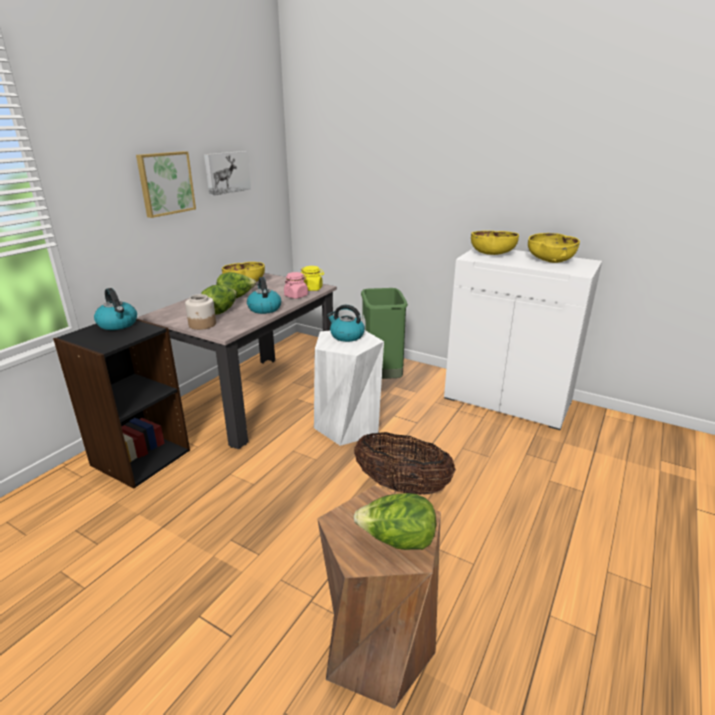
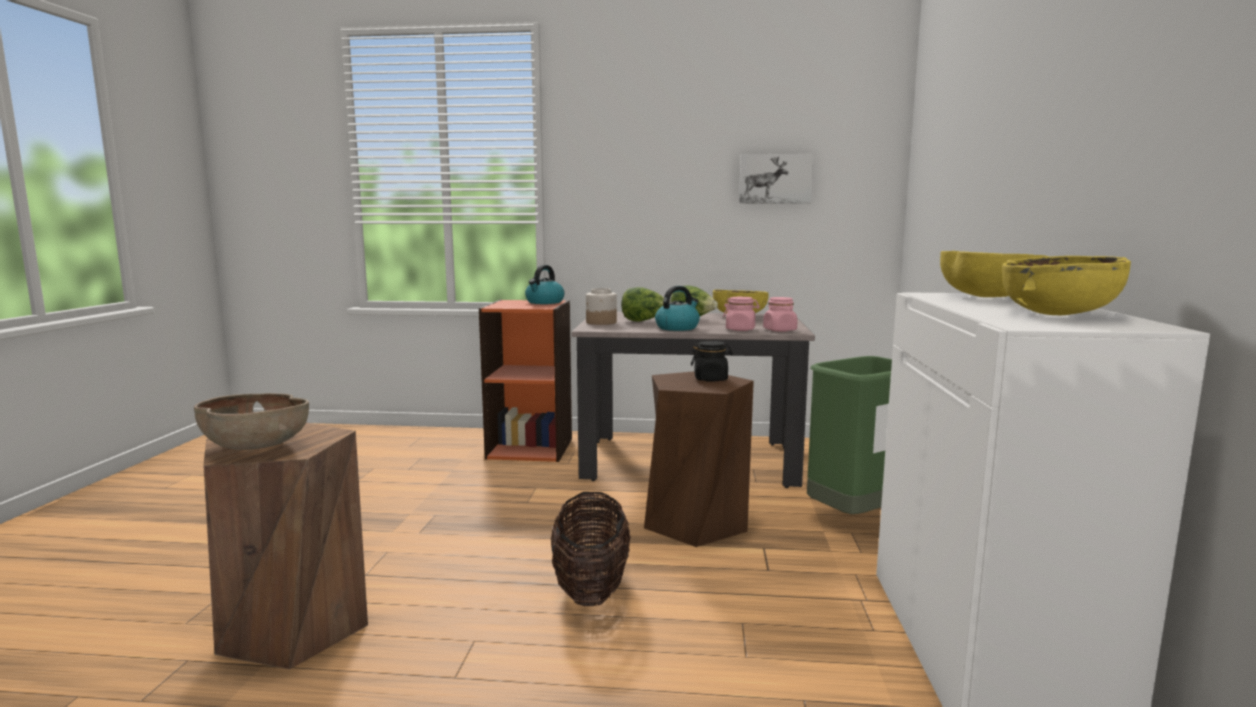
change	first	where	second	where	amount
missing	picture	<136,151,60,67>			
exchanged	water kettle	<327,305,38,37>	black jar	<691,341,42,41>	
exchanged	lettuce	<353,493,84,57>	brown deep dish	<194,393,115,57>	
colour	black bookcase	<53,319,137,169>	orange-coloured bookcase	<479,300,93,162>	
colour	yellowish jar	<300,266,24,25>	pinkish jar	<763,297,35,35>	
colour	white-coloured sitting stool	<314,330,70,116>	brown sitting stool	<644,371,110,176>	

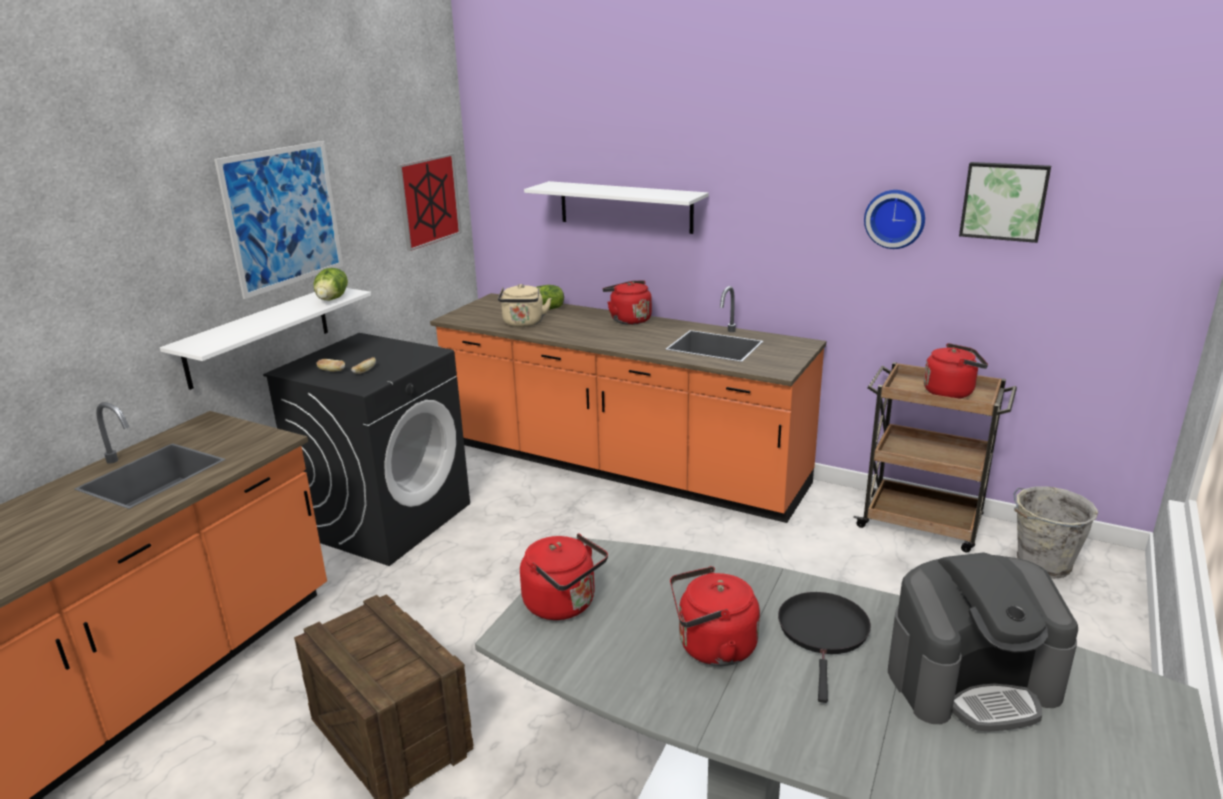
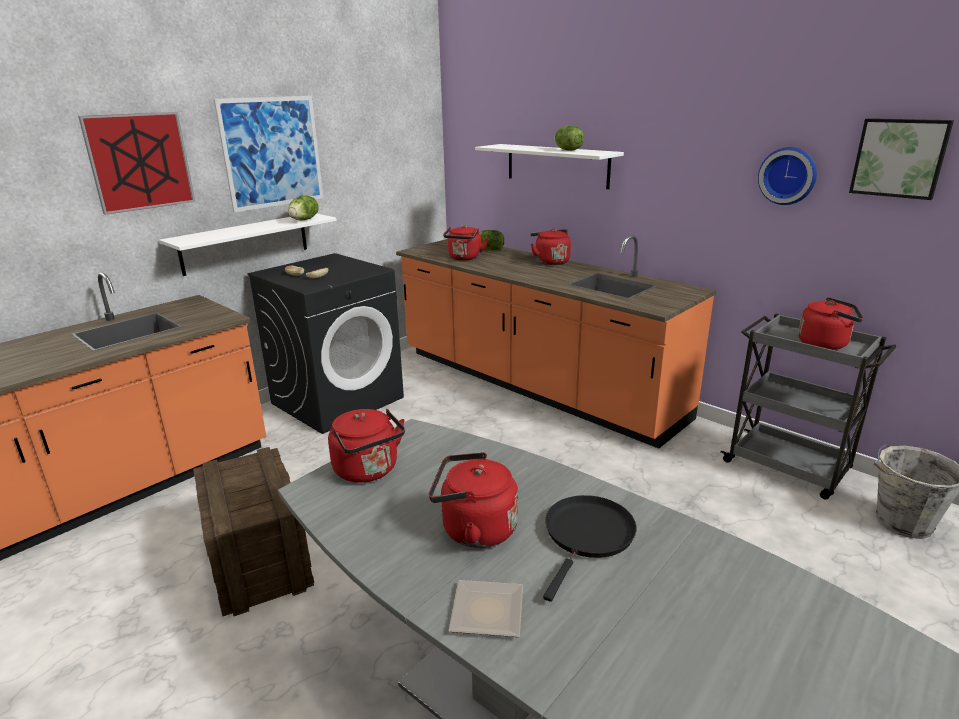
change	first	where	second	where	amount
missing	coffee machine	<888,552,190,179>			
appeared			dinner plate	<449,580,74,57>	
appeared			lettuce	<554,125,30,26>	
relocated	picture	<397,153,65,98>		<78,112,117,103>	
colour	beige water kettle	<498,284,53,43>	red water kettle	<443,225,45,36>	
colour	brown wheeled cart	<853,362,164,190>	grey wheeled cart	<720,314,176,185>	

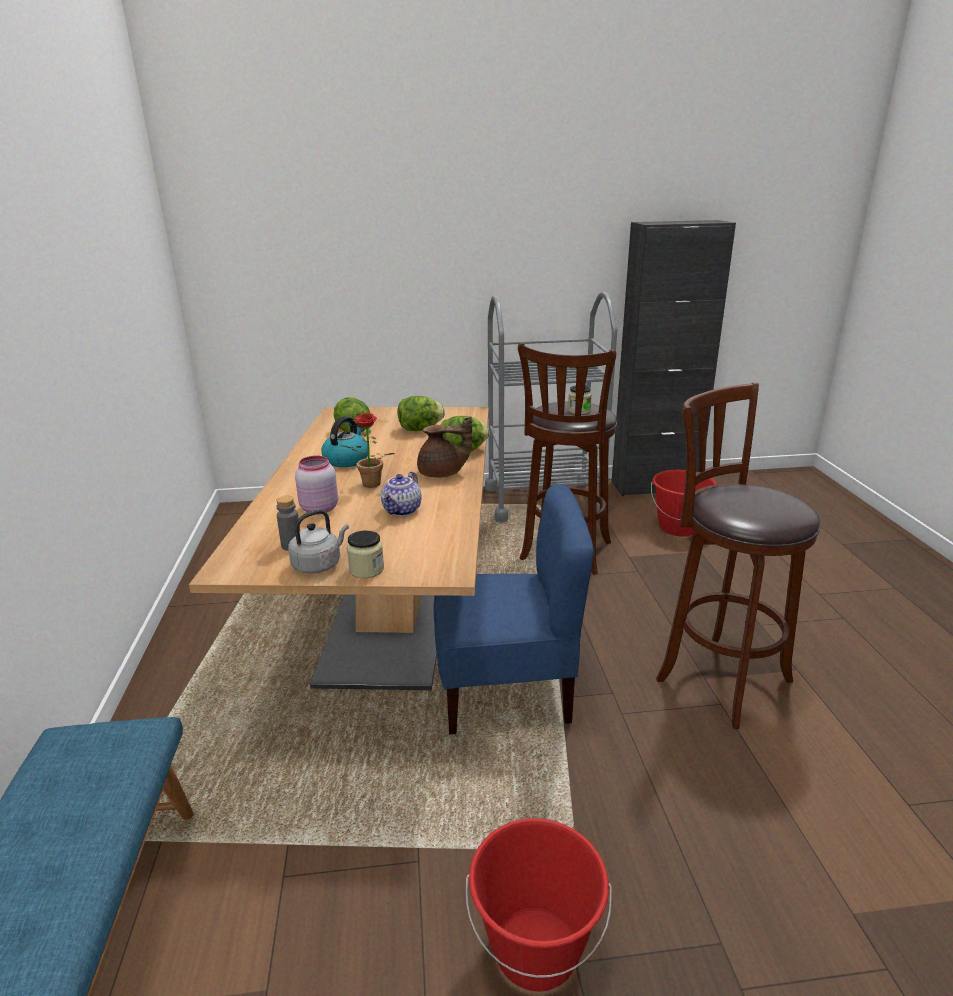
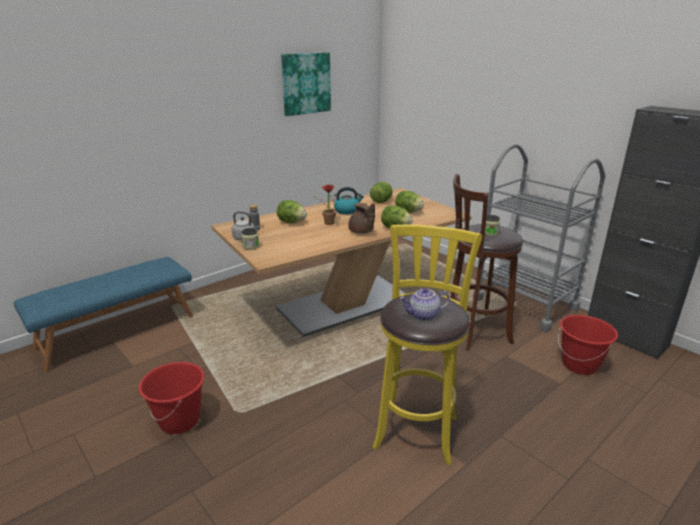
change	first	where	second	where	amount
missing	blue-coloured plain chair	<433,484,161,250>			
appeared			picture	<281,52,50,64>	
relocated	pot for tea	<381,471,40,45>		<400,288,50,33>	
exchanged	pinkish jar	<295,456,43,59>	lettuce	<277,200,30,23>	
colour	brown sitting stool	<656,383,165,346>	yellowish sitting stool	<373,225,109,240>	

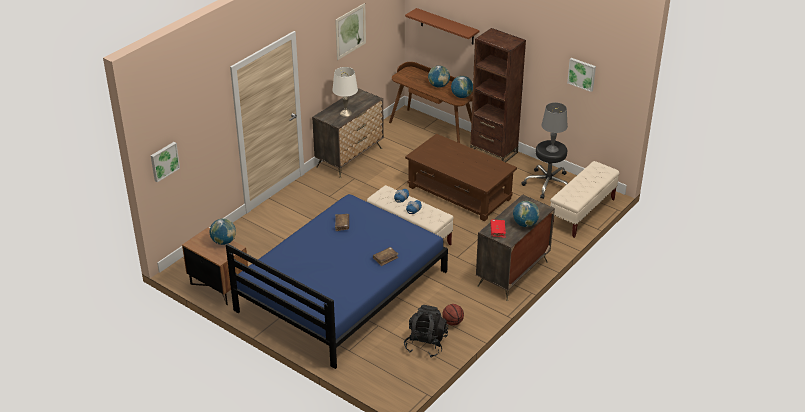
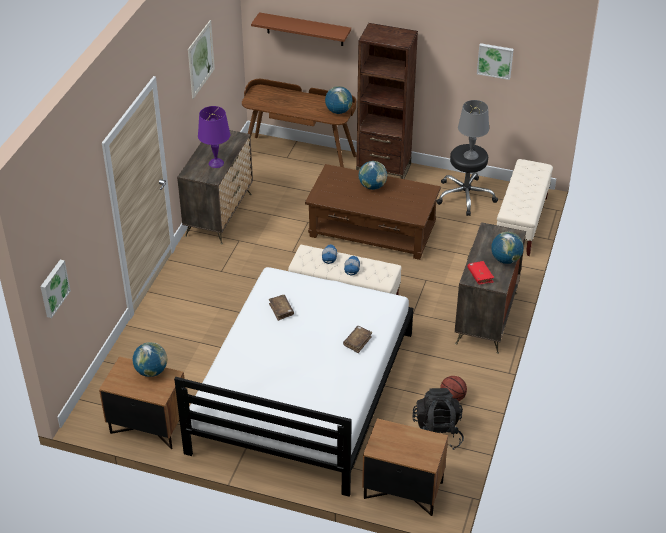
change	first	where	second	where	amount
appeared			brown nightstand	<362,418,86,98>	
relocated	desk globe	<428,65,22,23>		<359,161,28,29>	
colour	blue-coloured sleeping bed	<226,194,222,175>	white-coloured sleeping bed	<174,267,239,230>	
colour	white-coloured tabletop lamp	<332,67,26,50>	purplish tabletop lamp	<198,106,32,62>	

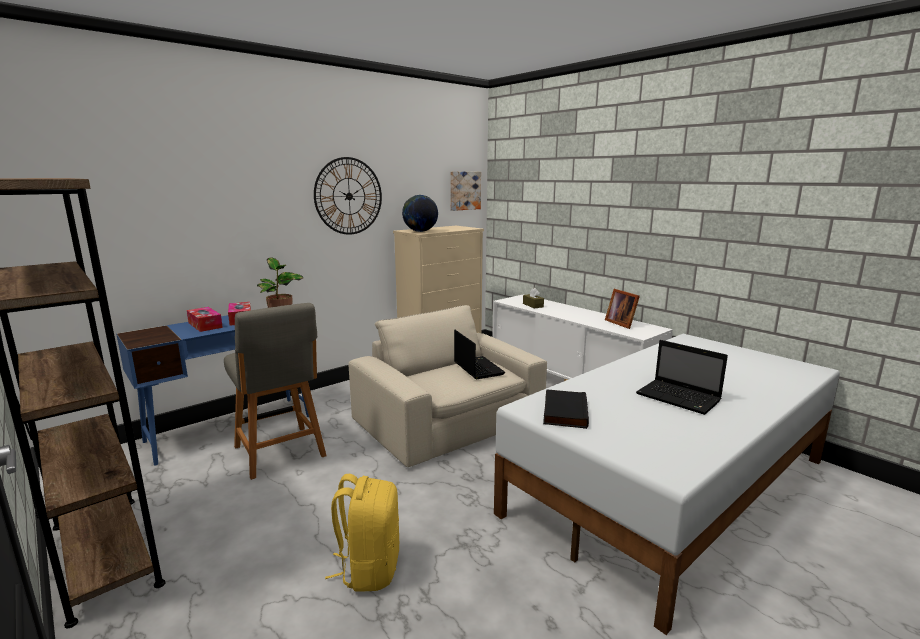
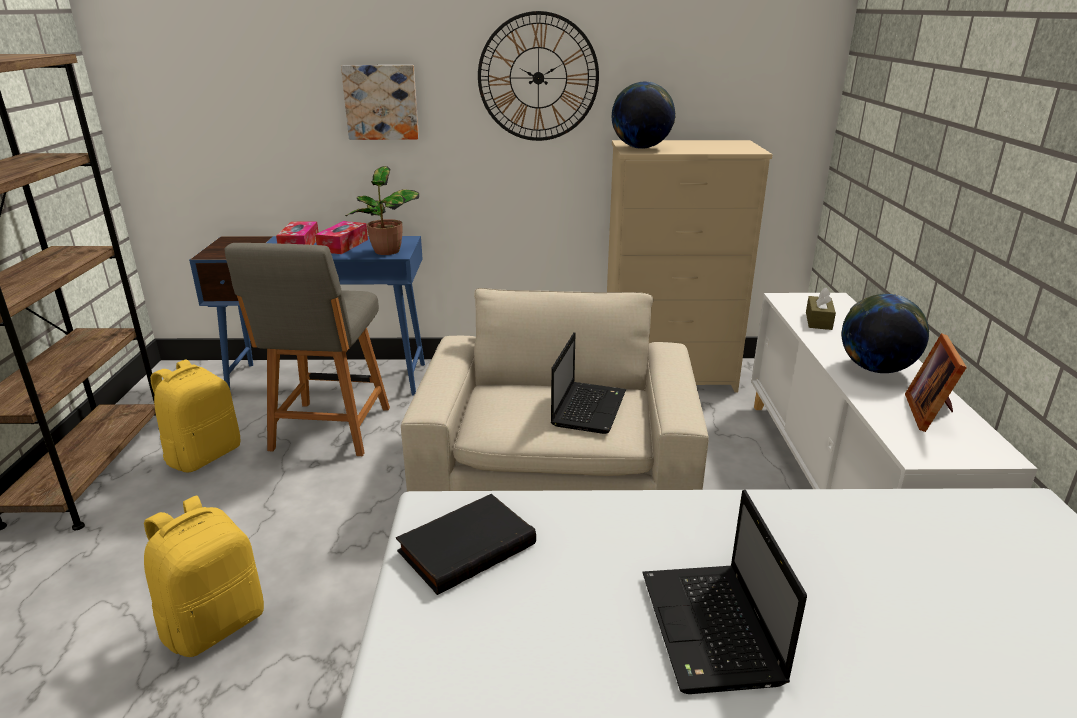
change	first	where	second	where	amount
appeared			yellowish backpack	<150,360,90,112>	
appeared			desk globe	<842,294,87,79>	
relocated	picture	<450,171,31,40>		<341,65,78,75>	

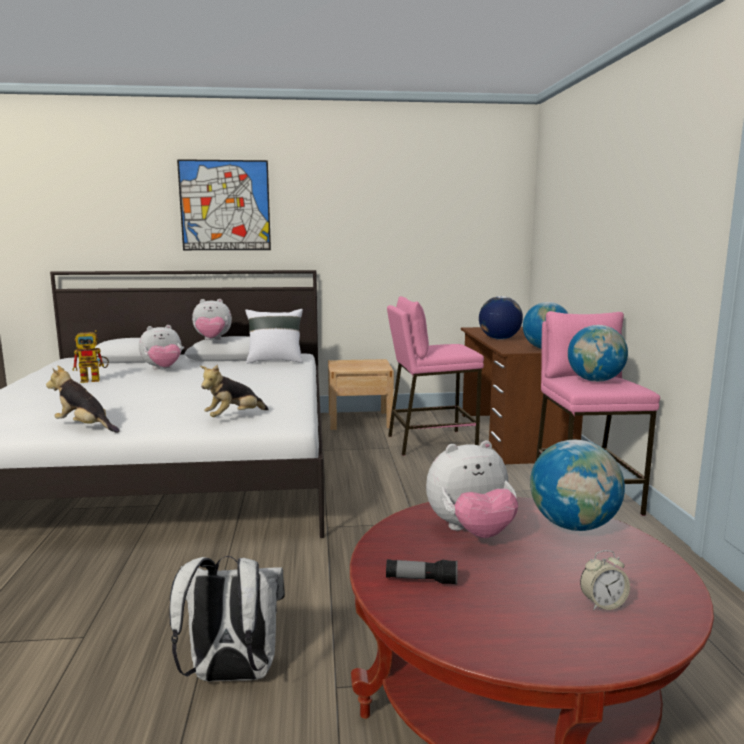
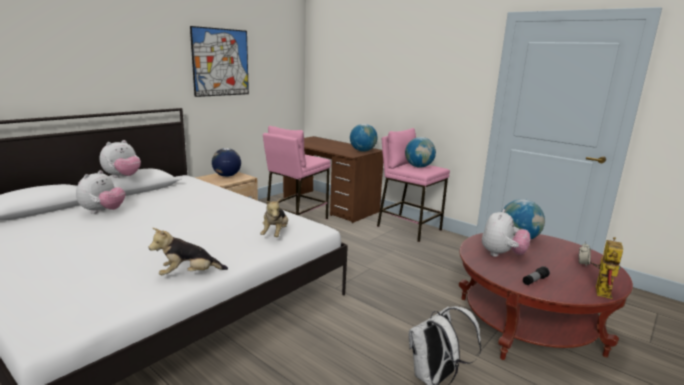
change	first	where	second	where	amount
missing	white-coloured throw pillow	<245,309,58,55>			
relocated	toy robot	<72,330,37,53>		<590,237,33,62>	
relocated	picture	<177,159,94,91>		<190,26,59,71>	
relocated	desk globe	<479,296,44,44>		<212,148,29,29>	

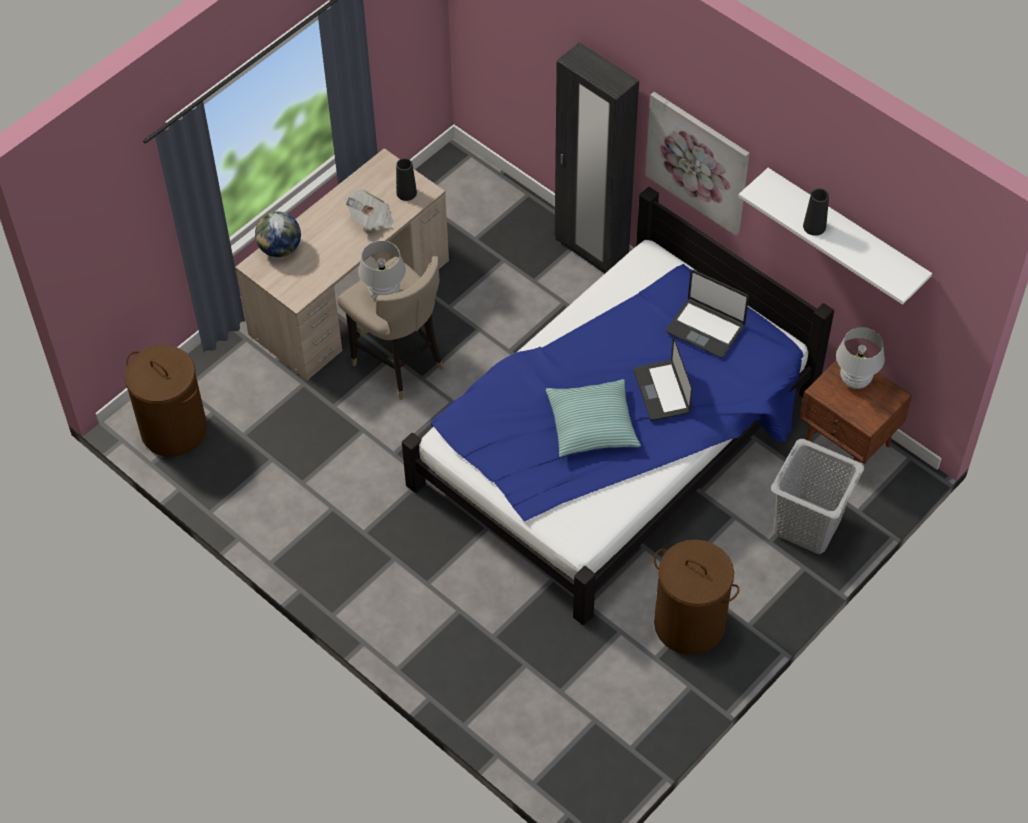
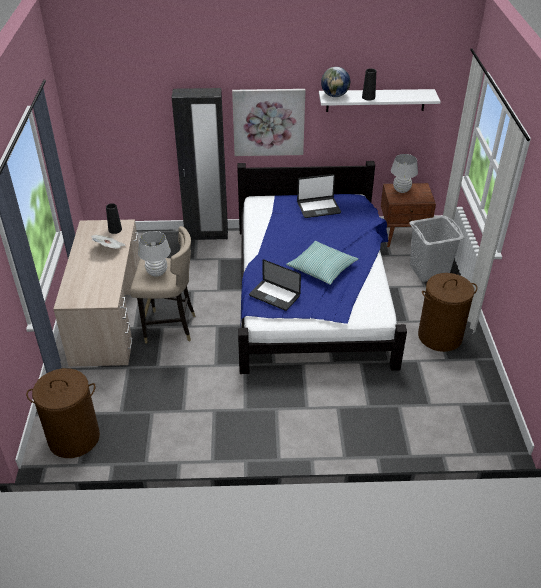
change	first	where	second	where	amount
relocated	desk globe	<255,211,46,47>		<321,67,29,30>	
relocated	notebook computer	<633,337,59,84>		<249,259,52,52>	

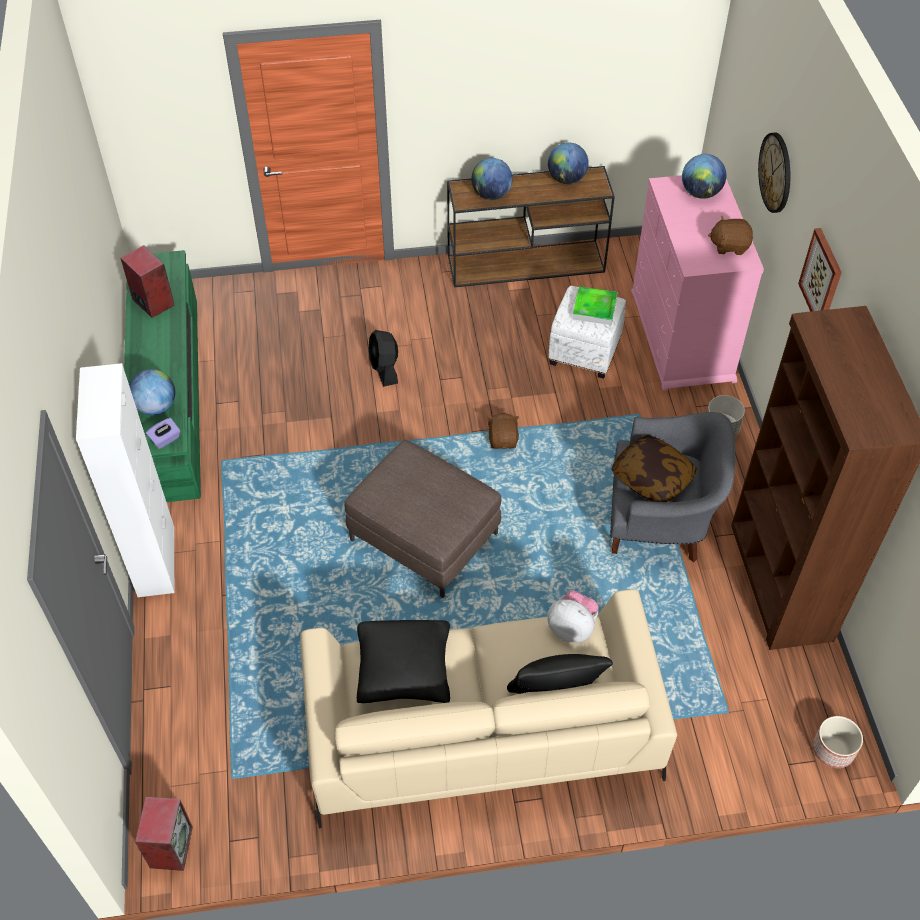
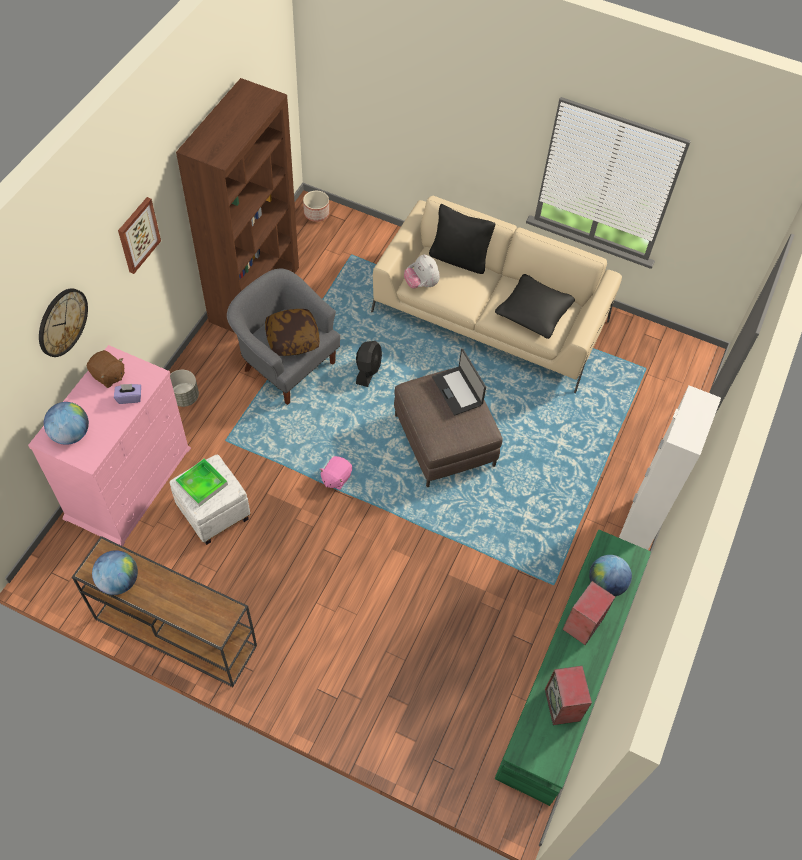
change	first	where	second	where	amount
missing	desk globe	<471,158,42,42>			
appeared			notebook computer	<432,349,54,67>	
relocated	loudspeaker	<135,797,58,74>		<562,581,53,64>	
relocated	purplish box of tissues	<146,418,34,31>		<114,384,27,20>	
relocated	black electric fan	<369,330,29,57>		<356,341,26,46>	
colour	brown soft toy	<487,413,32,36>	pinkish soft toy	<320,456,32,34>	

